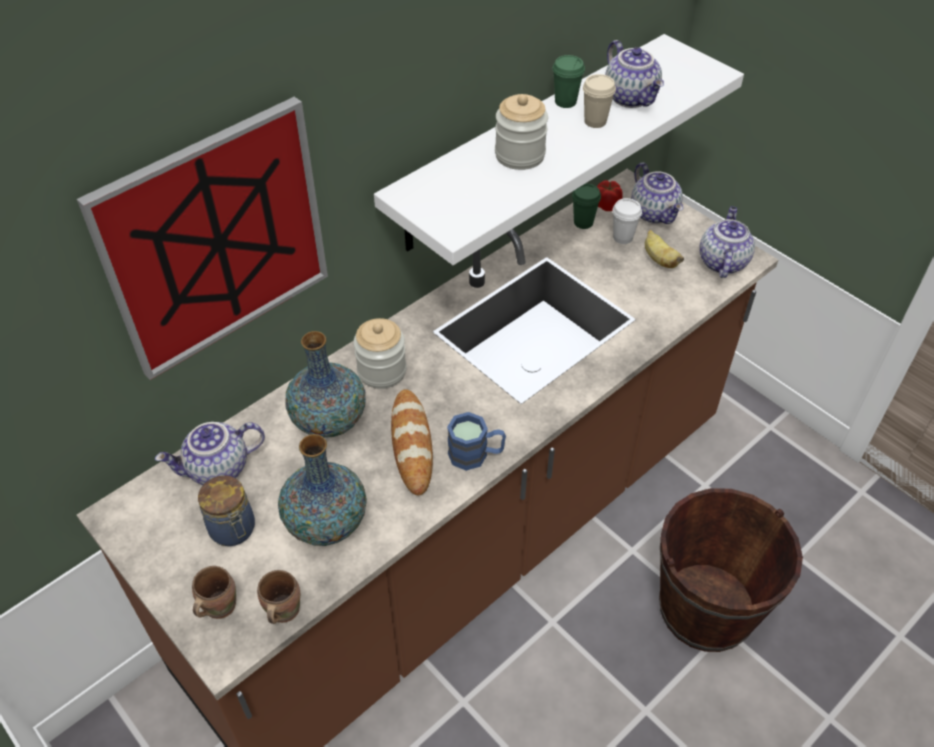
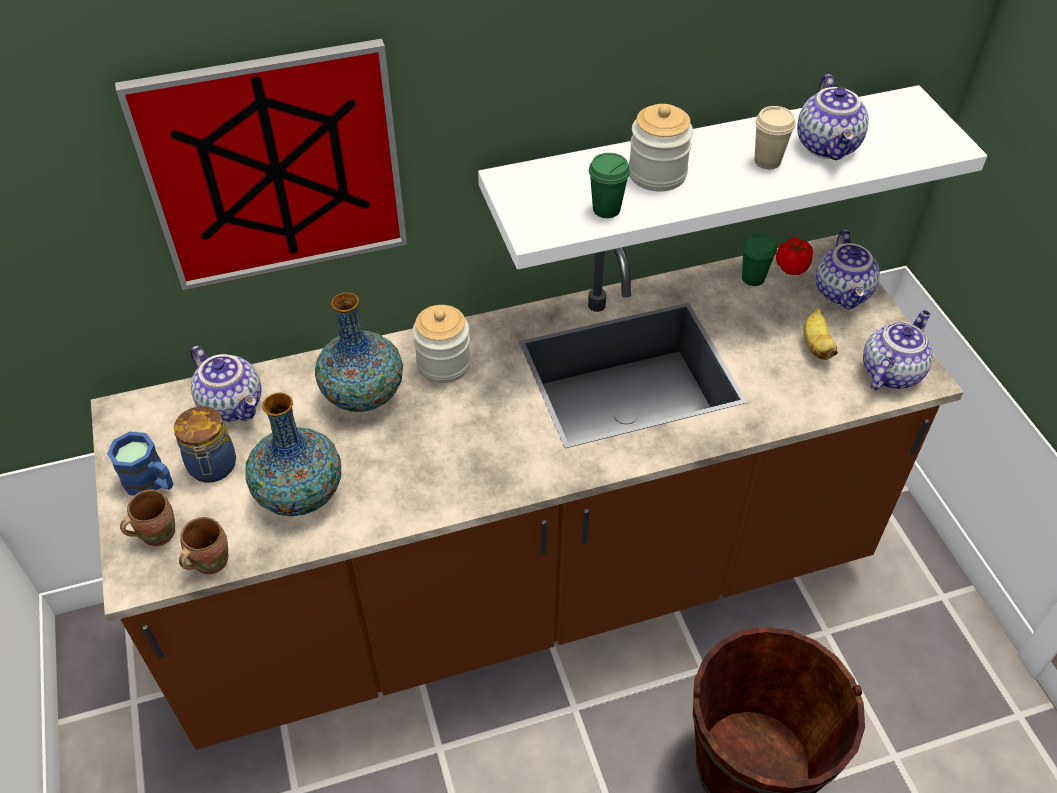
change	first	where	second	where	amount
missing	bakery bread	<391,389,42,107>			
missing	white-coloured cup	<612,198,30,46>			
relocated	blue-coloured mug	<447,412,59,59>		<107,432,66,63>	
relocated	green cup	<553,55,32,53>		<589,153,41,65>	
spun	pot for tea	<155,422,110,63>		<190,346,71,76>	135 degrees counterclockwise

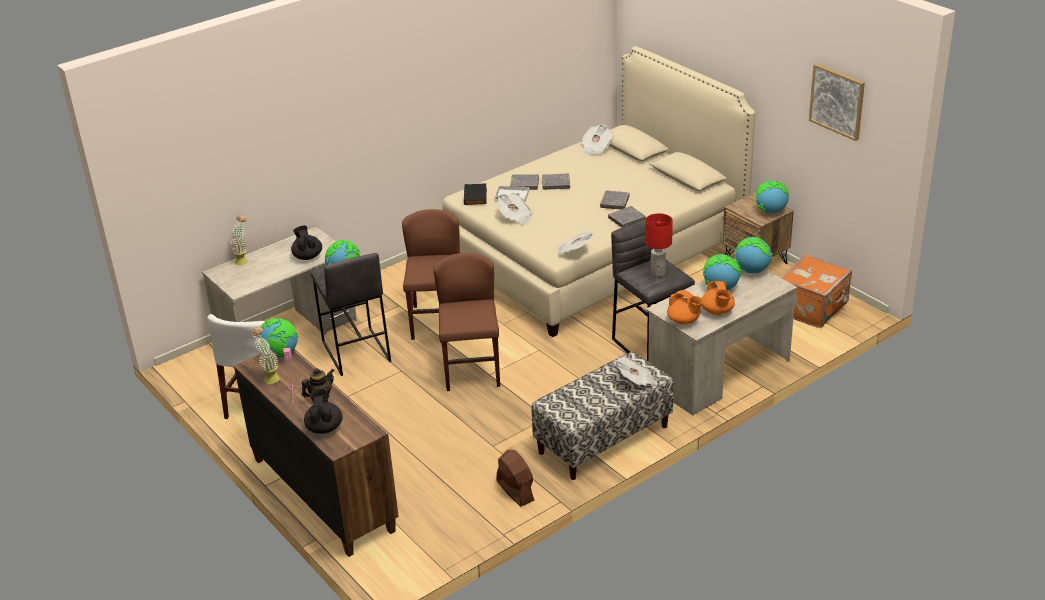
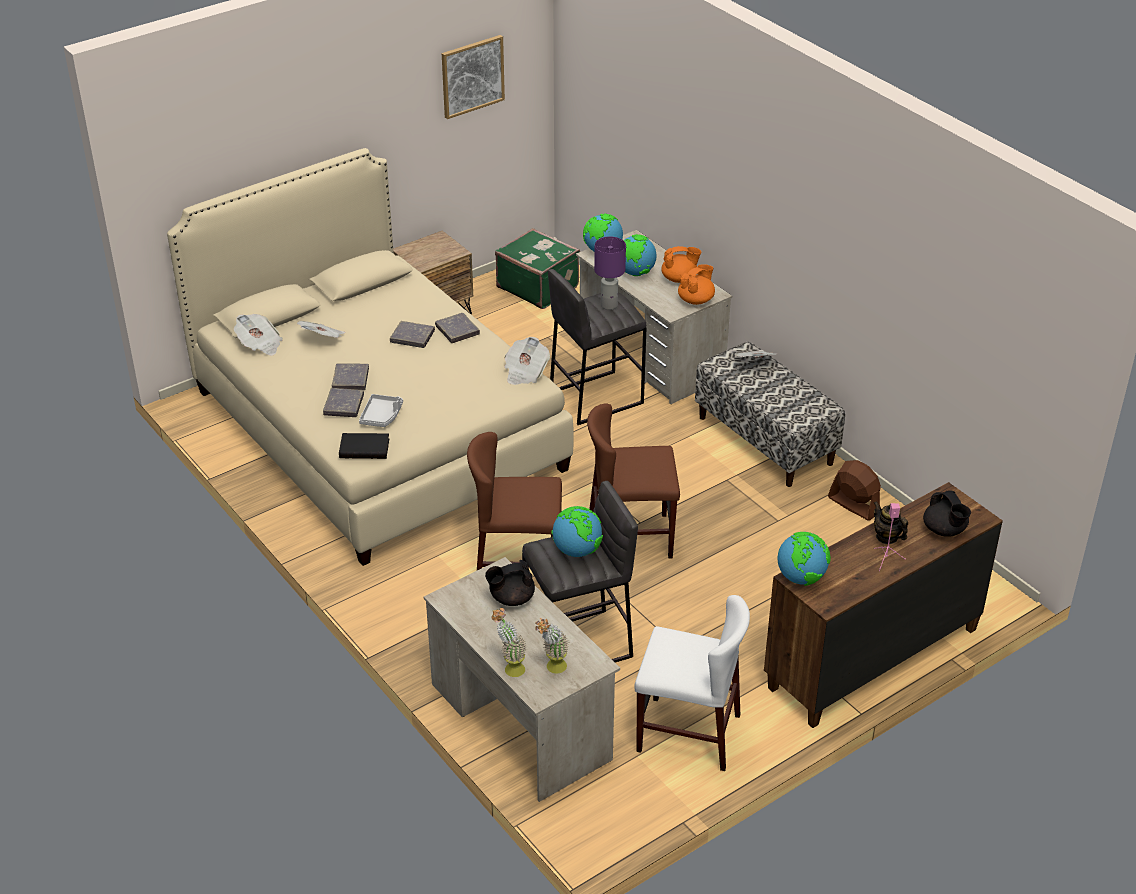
change	first	where	second	where	amount
missing	desk globe	<755,180,34,34>			
relocated	potted plant	<252,327,28,57>		<535,618,34,56>	
relocated	newspaper	<497,194,36,31>		<297,321,49,17>	
colour	red tabletop lamp	<645,213,28,64>	purplish tabletop lamp	<594,237,32,73>	
colour	orange-coloured suitcase	<780,254,72,74>	green suitcase	<495,228,85,81>	
spun	black pot for tea	<304,389,39,45>		<923,490,48,47>	105 degrees counterclockwise
spun	brown electric fan	<496,450,39,57>		<828,460,53,61>	75 degrees clockwise

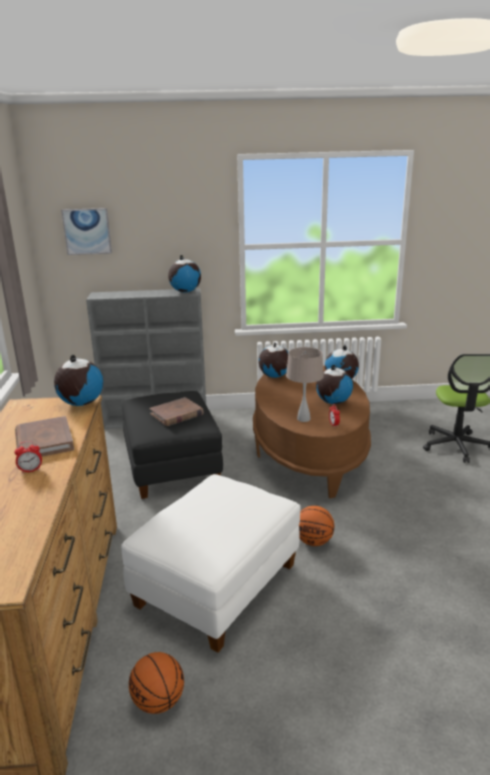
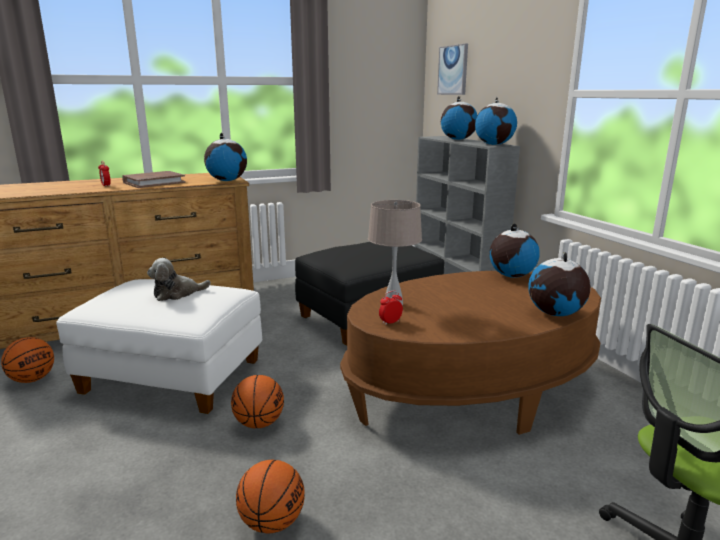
change	first	where	second	where	amount
missing	brown volume	<150,397,54,29>			
appeared			soft toy	<147,258,64,43>	
appeared			basketball	<236,460,69,73>	
relocated	desk globe	<316,365,37,39>		<441,96,36,44>	

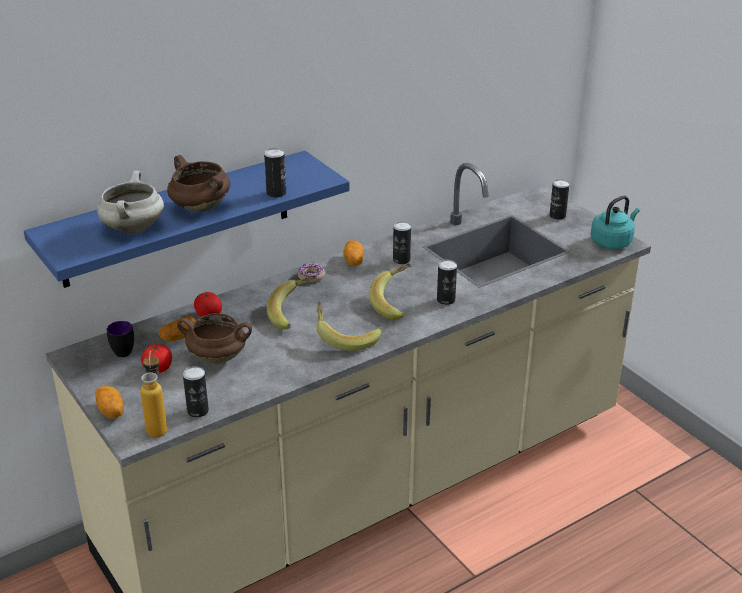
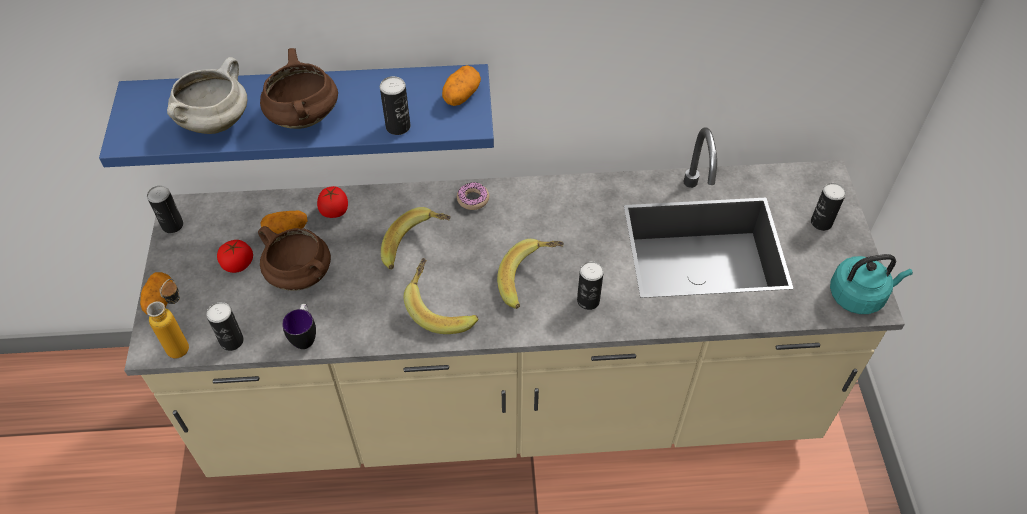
change	first	where	second	where	amount
relocated	mug	<107,321,27,36>		<282,304,34,45>	
relocated	potato	<343,240,21,26>		<442,65,39,41>	
relocated	sealed can	<393,221,18,43>		<147,185,36,48>	

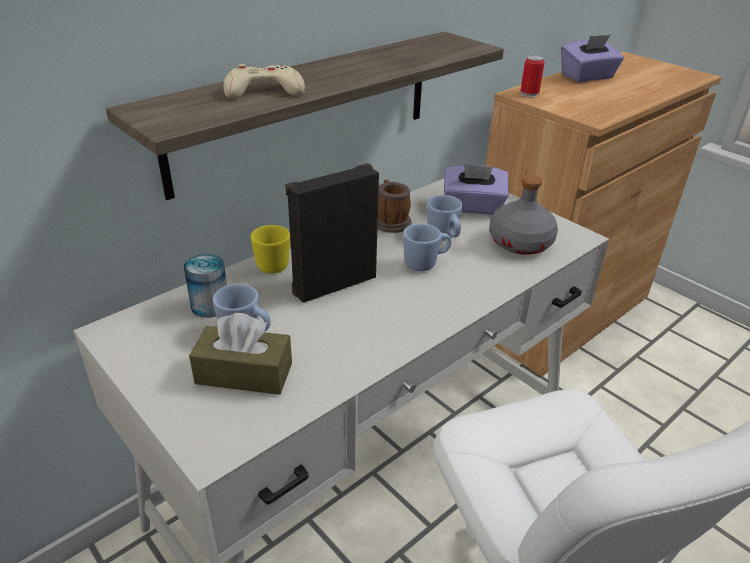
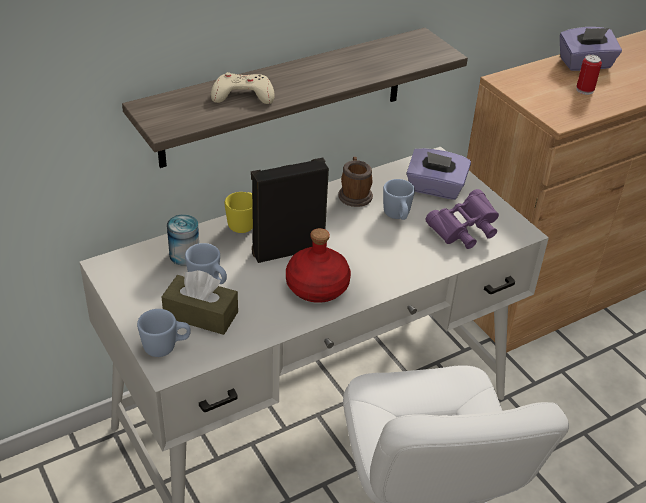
change	first	where	second	where	amount
appeared			red beverage bottle	<286,228,65,75>	
relocated	blue-coloured mug	<403,223,48,48>		<137,309,54,48>	
relocated	sealed can	<521,55,24,42>		<576,55,26,40>	
exchanged	grey beverage bottle	<489,175,69,80>	purplish field glasses	<426,189,73,60>	

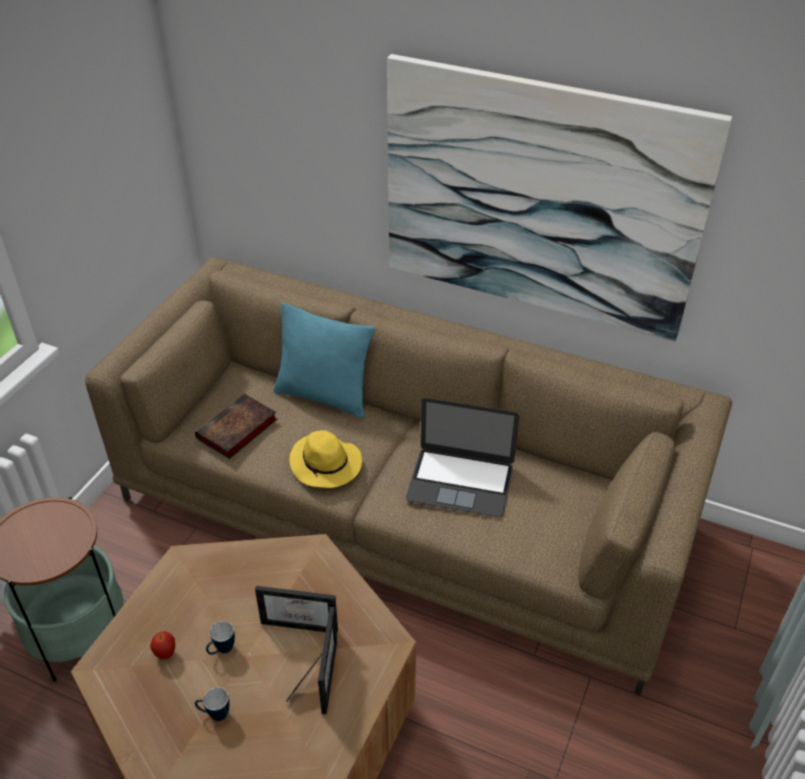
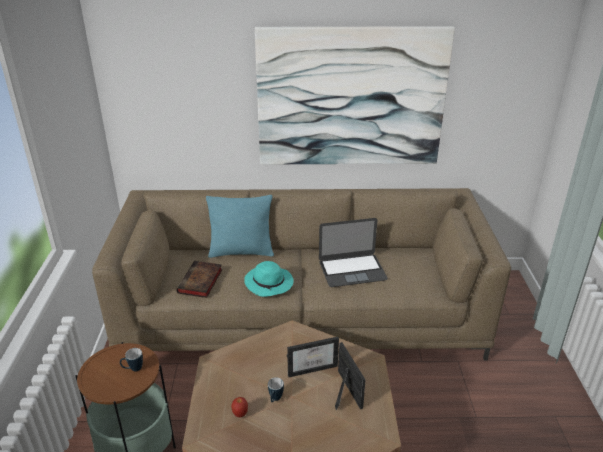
change	first	where	second	where	amount
relocated	mug	<195,687,35,34>		<120,348,23,24>	
colour	yellowish wearable hat	<289,430,73,58>	turquoise-coloured wearable hat	<244,261,50,36>	

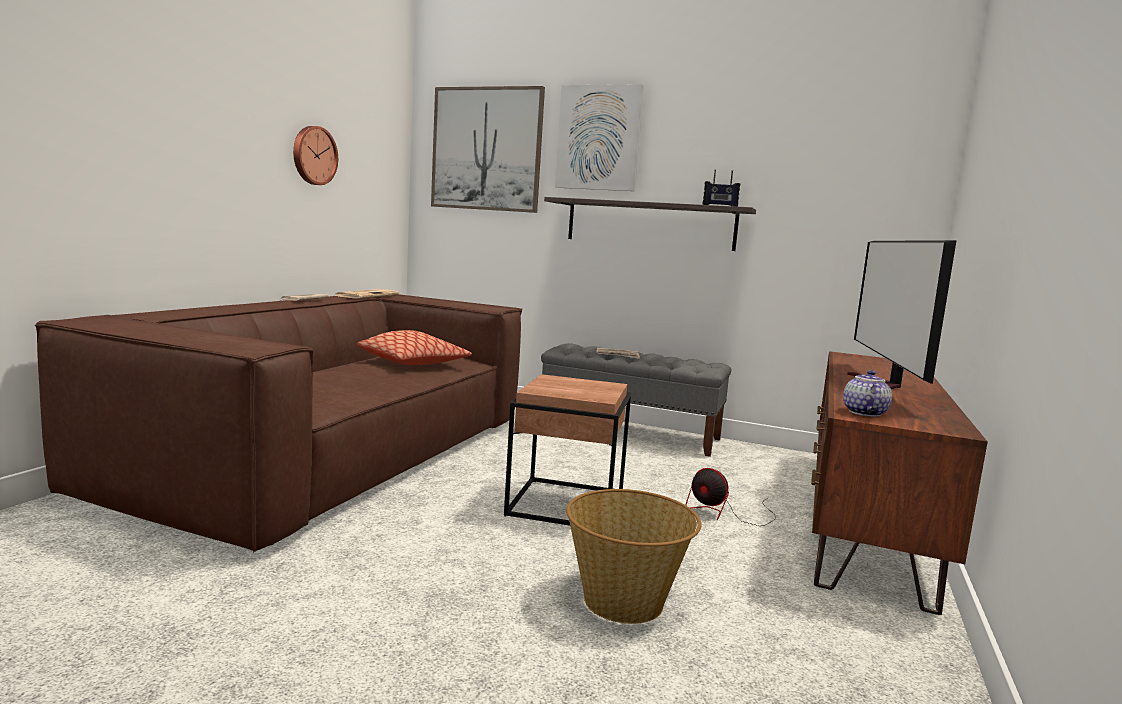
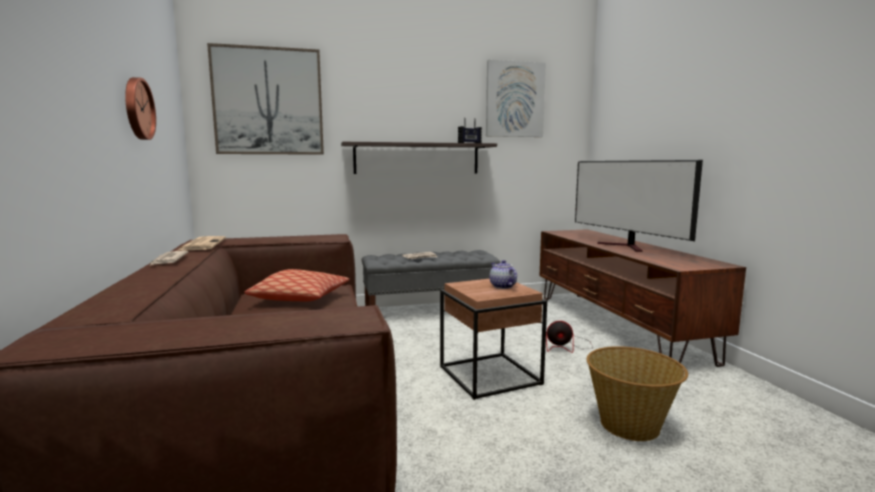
change	first	where	second	where	amount
relocated	picture	<555,84,89,107>		<486,60,60,77>	
relocated	pot for tea	<843,370,49,47>		<489,260,28,29>	

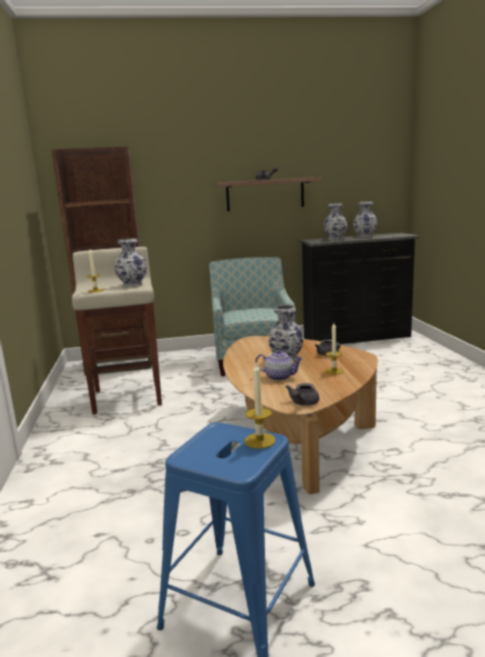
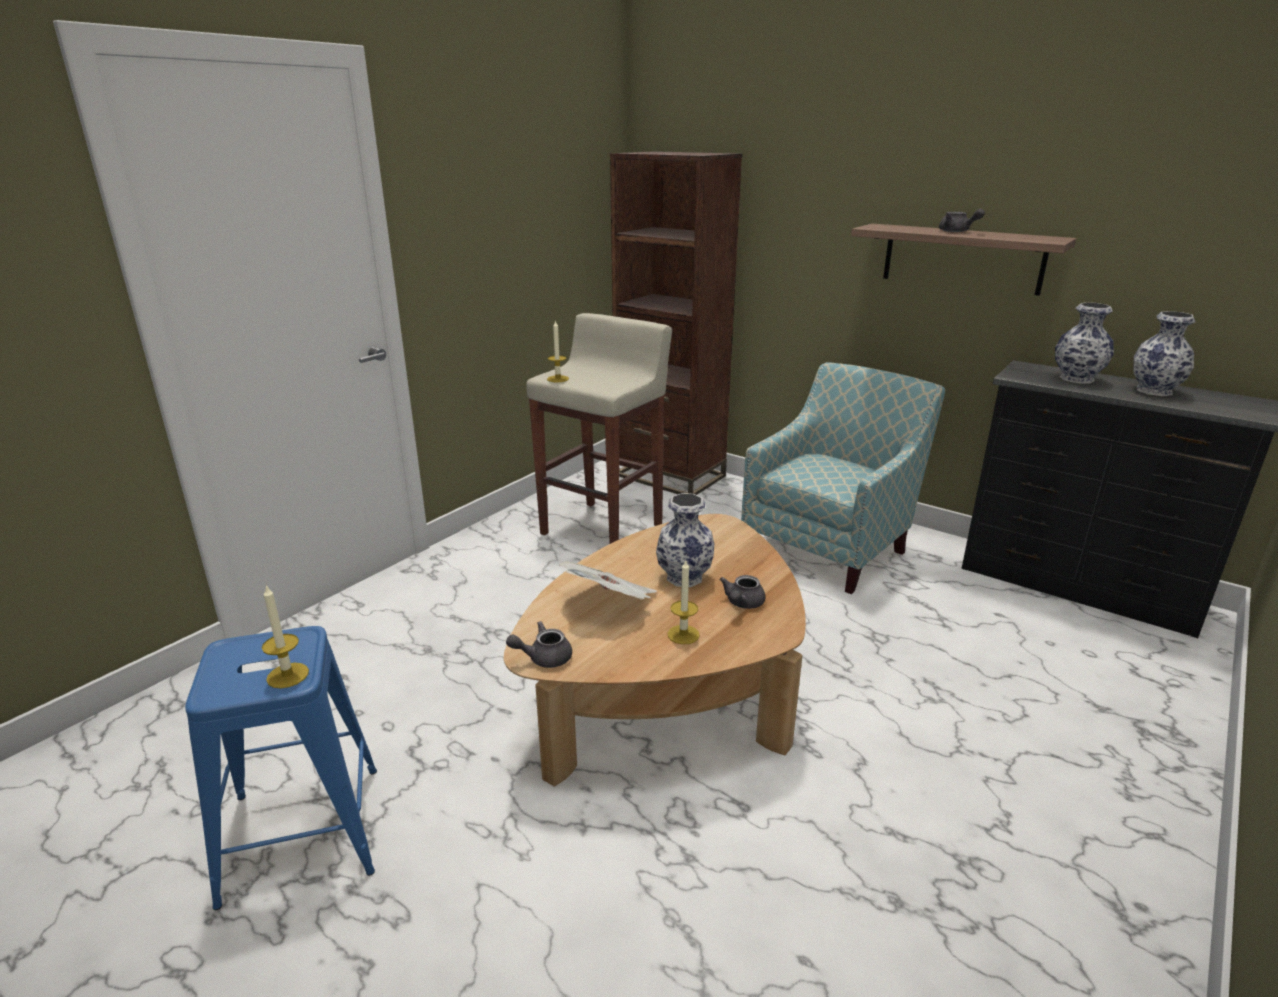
change	first	where	second	where	amount
missing	decorative vase	<114,238,33,49>			
exchanged	pot for tea	<255,350,48,31>	newspaper	<559,561,98,39>	

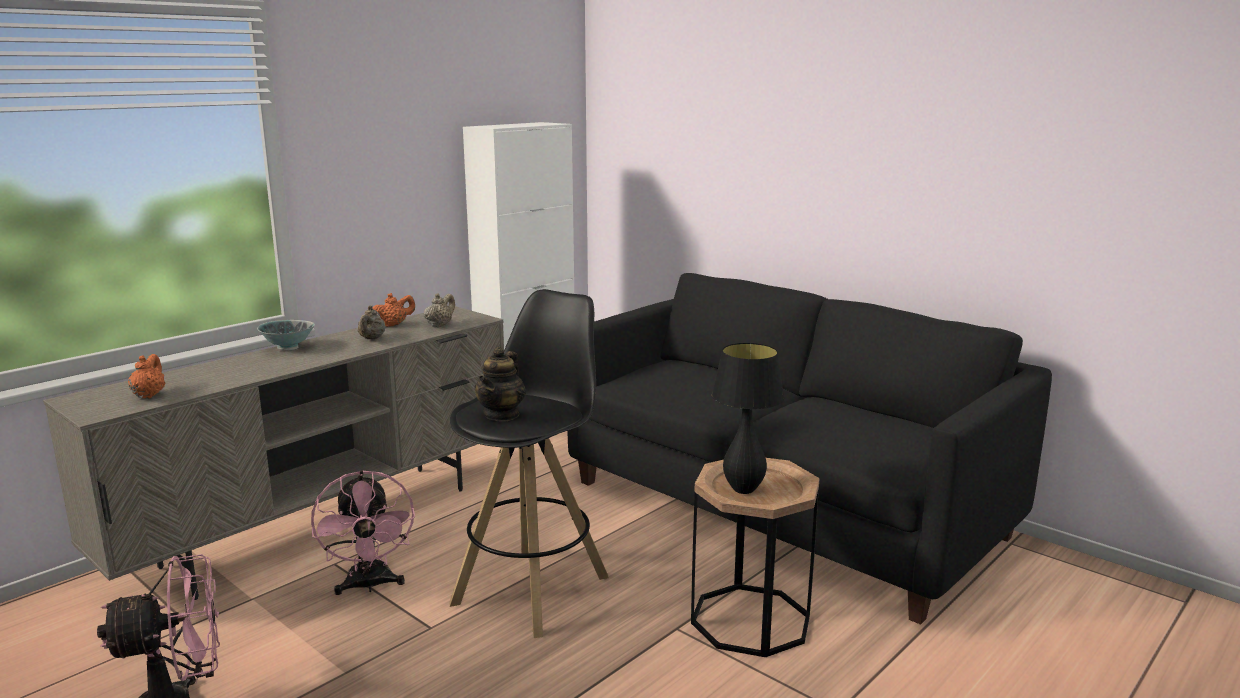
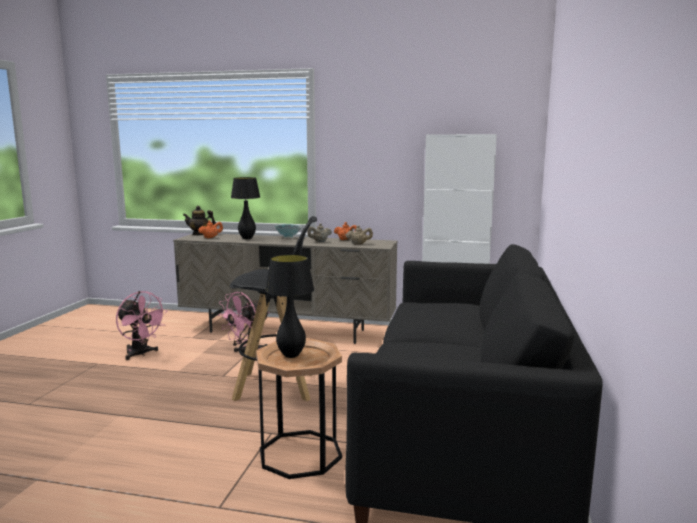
change	first	where	second	where	amount
appeared			black tabletop lamp	<231,177,29,62>	
relocated	pot for tea	<475,347,51,74>		<183,206,33,29>	

